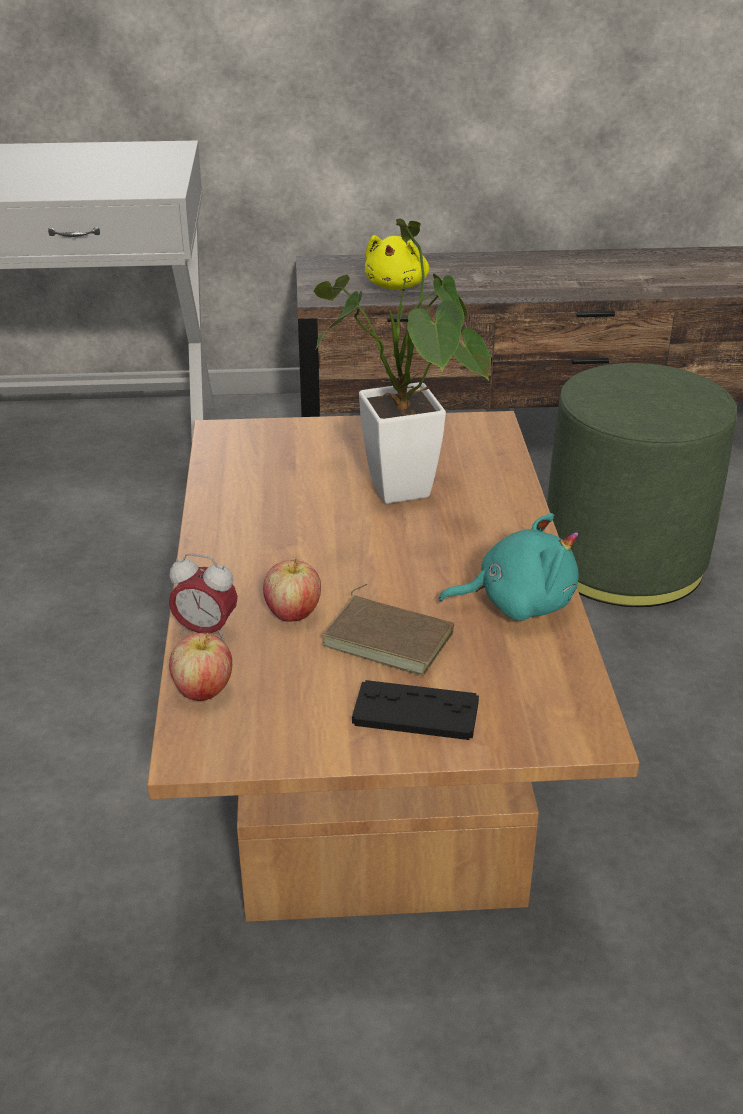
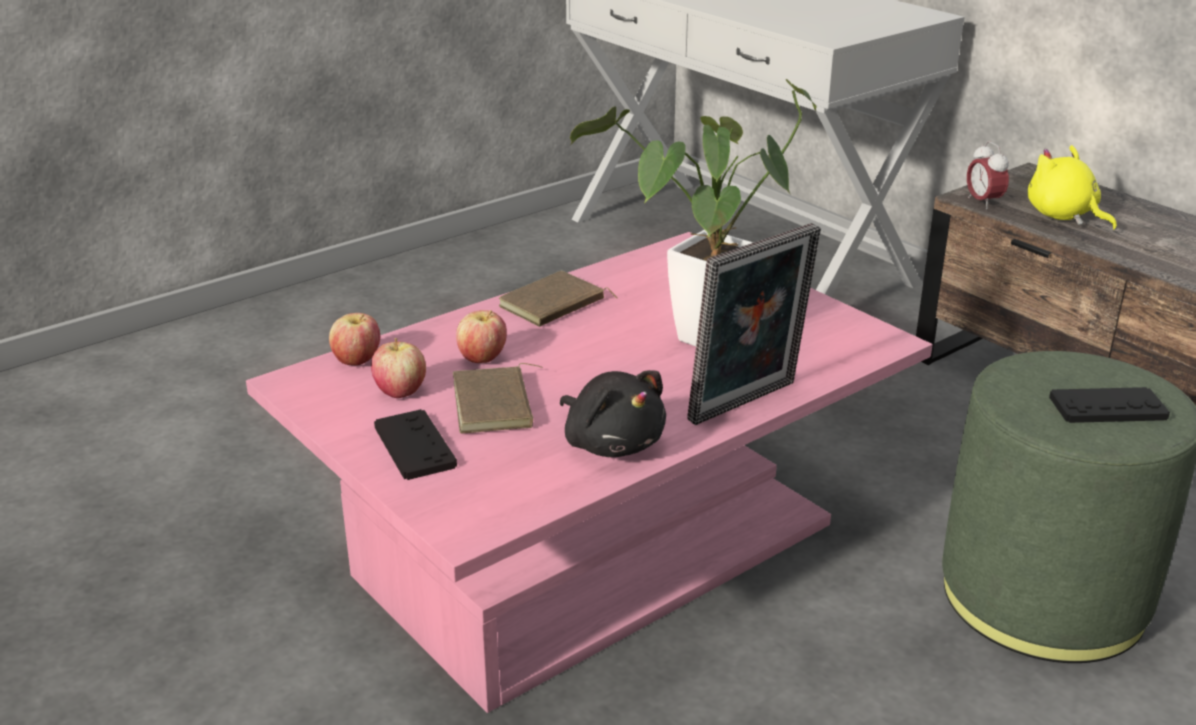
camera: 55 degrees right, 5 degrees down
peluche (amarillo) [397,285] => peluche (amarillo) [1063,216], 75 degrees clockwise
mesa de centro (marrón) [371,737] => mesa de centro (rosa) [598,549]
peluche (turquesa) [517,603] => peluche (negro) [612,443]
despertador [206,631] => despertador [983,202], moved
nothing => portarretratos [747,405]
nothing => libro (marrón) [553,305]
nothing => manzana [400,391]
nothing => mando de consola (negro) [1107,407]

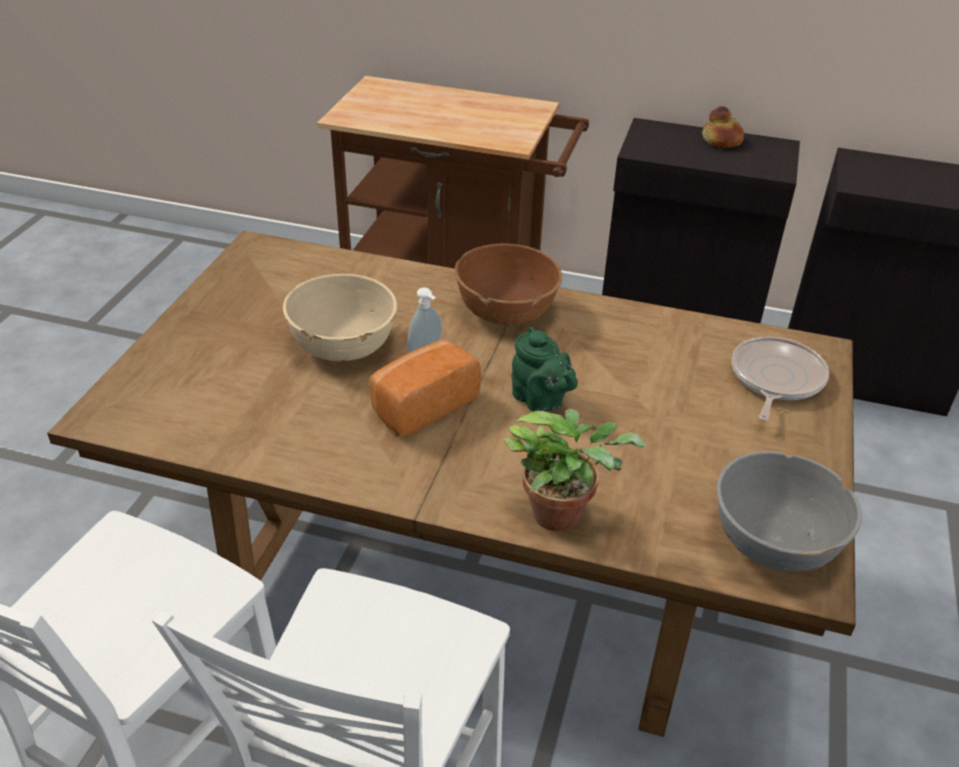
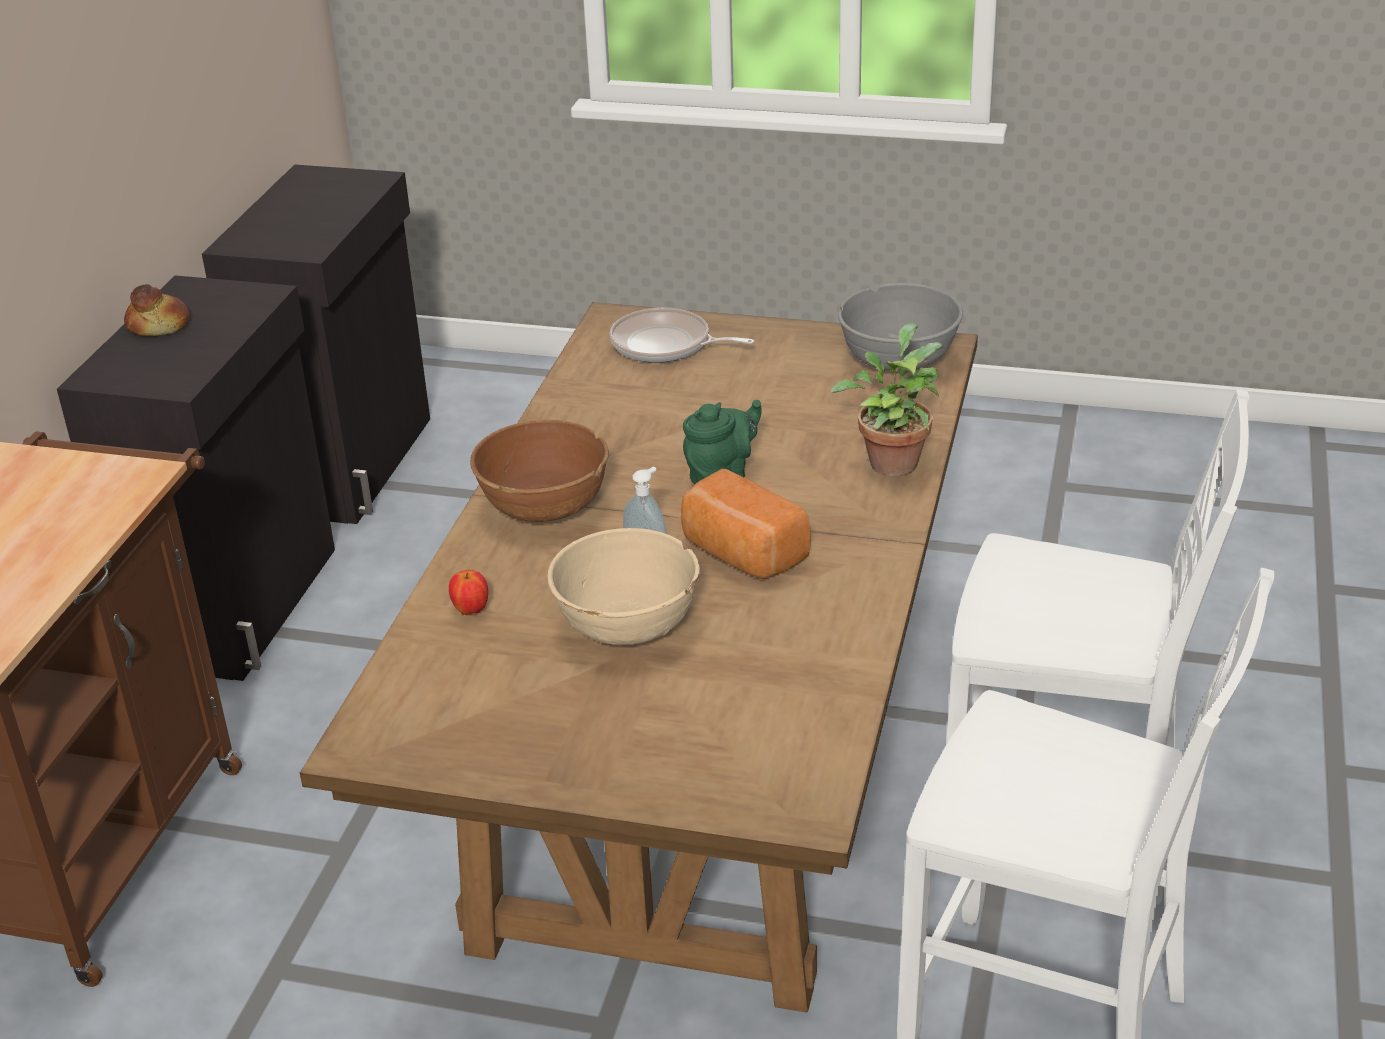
camera: 90 degrees left, 5 degrees down
nothing => manzana [471,610]

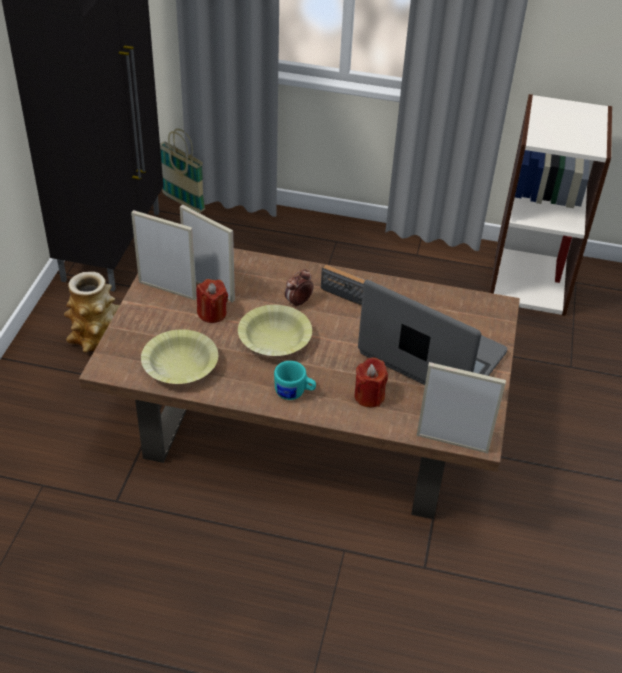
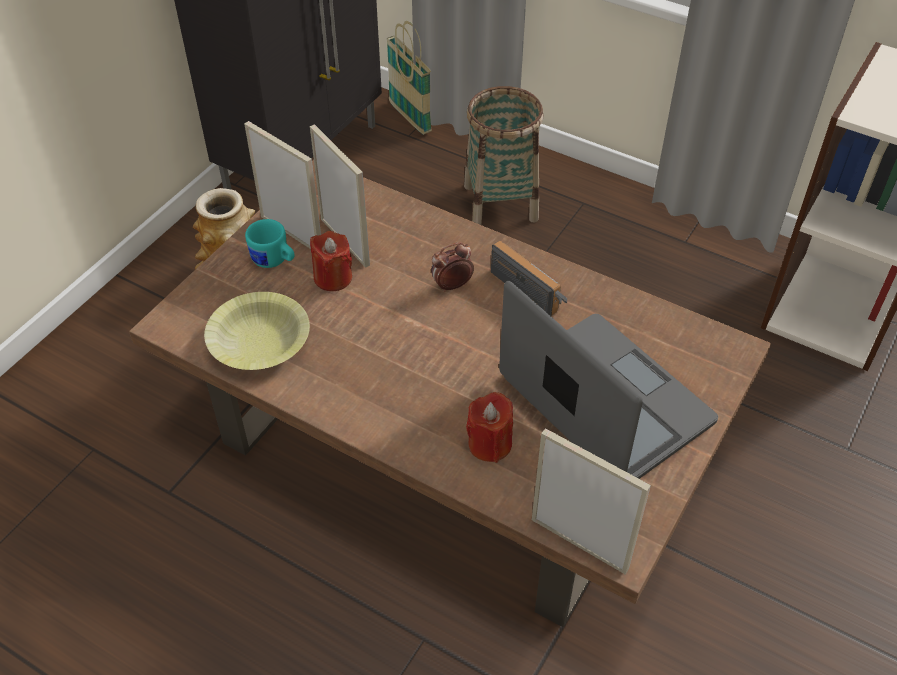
camera: 20 degrees right, 5 degrees up
cuenco (amarillo) [274,340] => nothing
taza grande (turquesa) [294,393] => taza grande (turquesa) [274,261], moved
nothing => cesta [500,202]

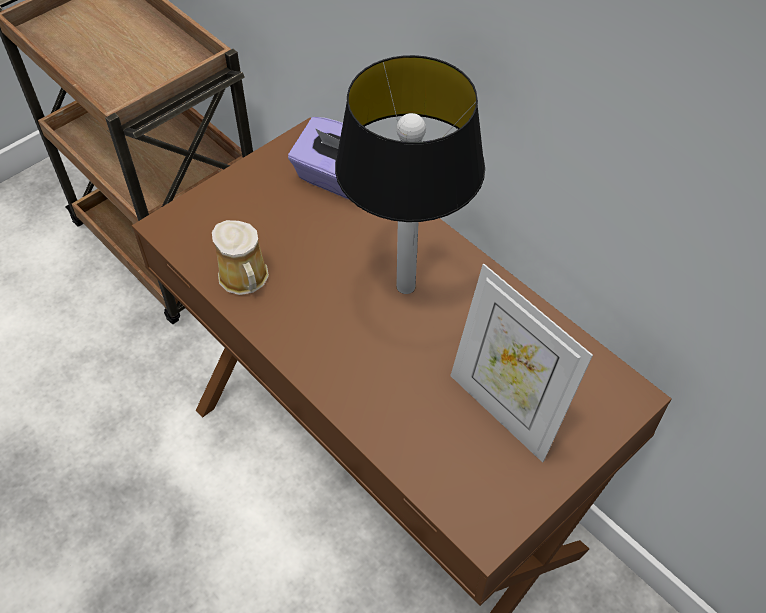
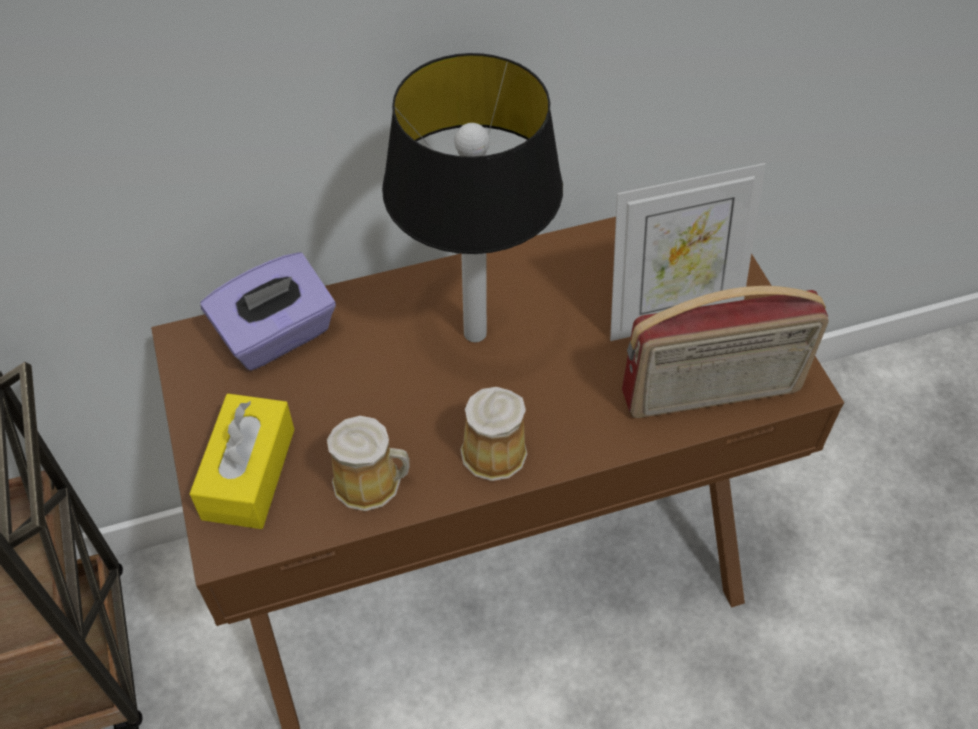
camera: 65 degrees left, 0 degrees up
nothing => radio [711,394]
nothing => taza grande [491,449]
nothing => caja de pañuelos (amarillo) [249,473]

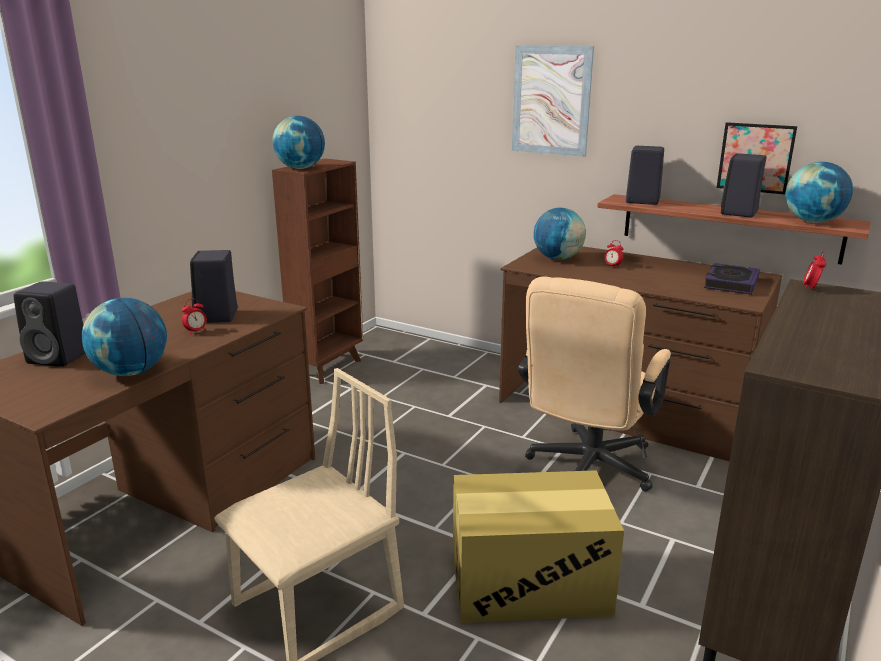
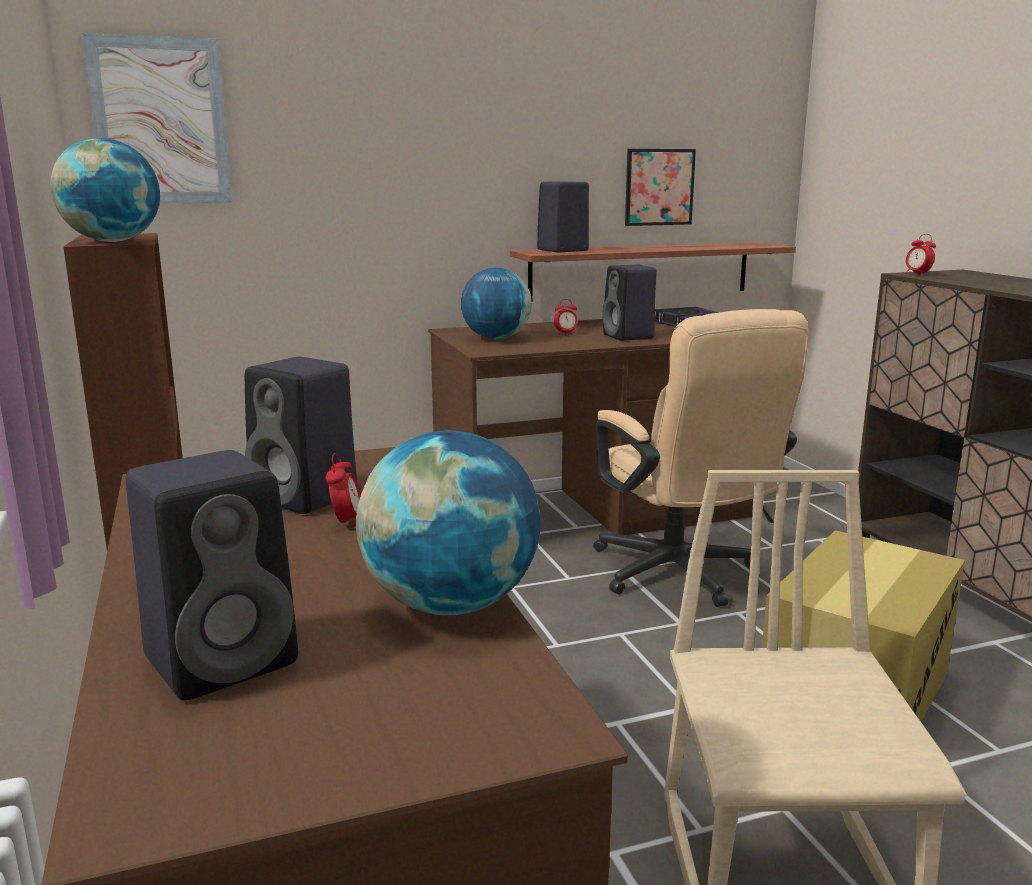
camera: 50 degrees left, 5 degrees down
cuadro [551,100] => cuadro [160,122], moved
altavoz (negro) [739,213] => altavoz (negro) [629,337], moved
globo terráqueo [813,222] => nothing

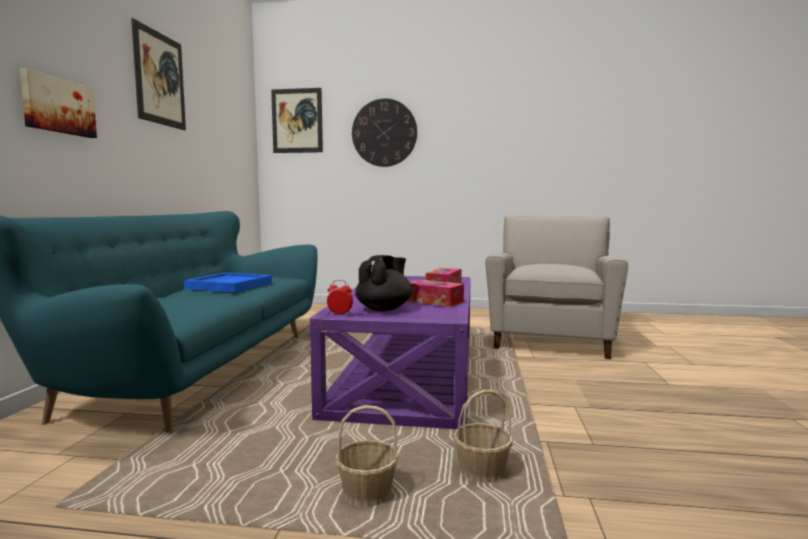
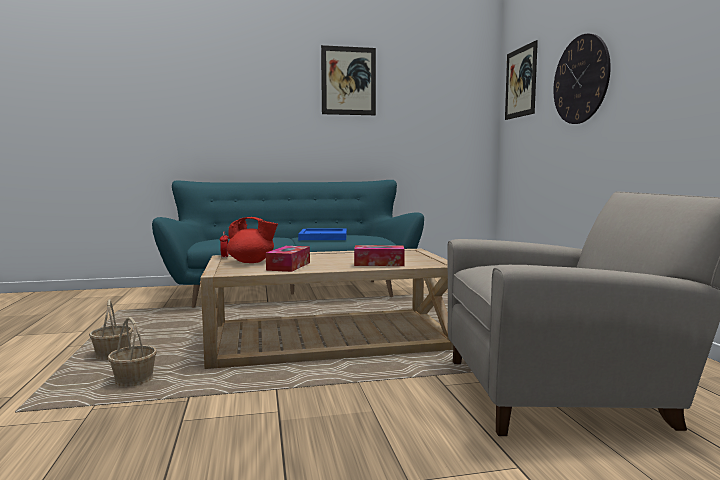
camera: 70 degrees right, 0 degrees up
cuadro [58,106] => nothing
tetera (negro) [384,309] => tetera (rojo) [252,262]
mesa de centro (morado) [406,373] => mesa de centro (beis) [329,338]

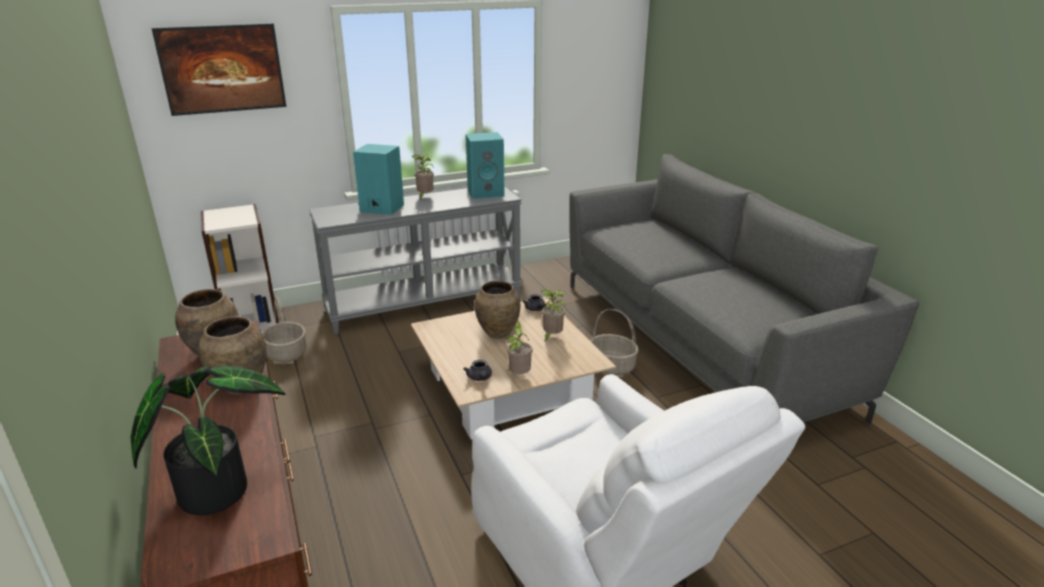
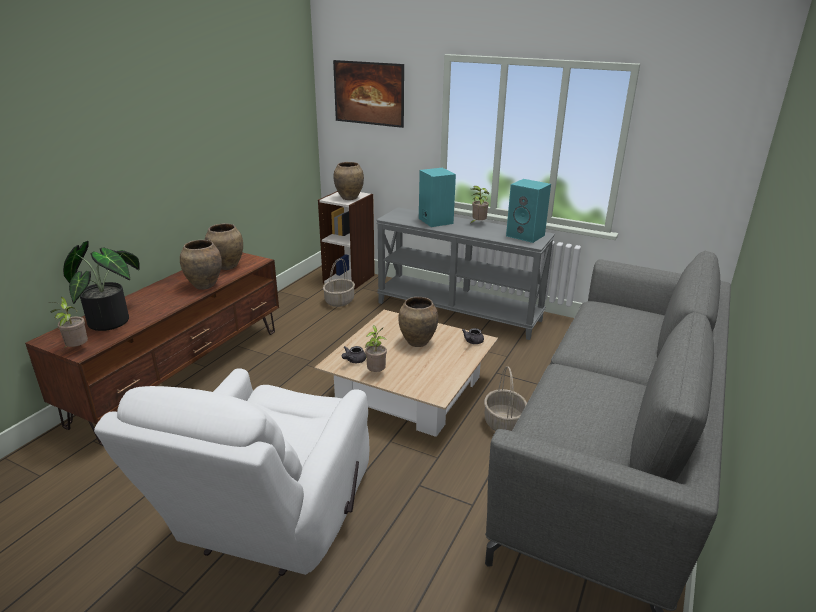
camera: 50 degrees right, 0 degrees up
planta en maceta [551,337] => planta en maceta [77,349], moved
nothing => florero (marrón) [349,198]

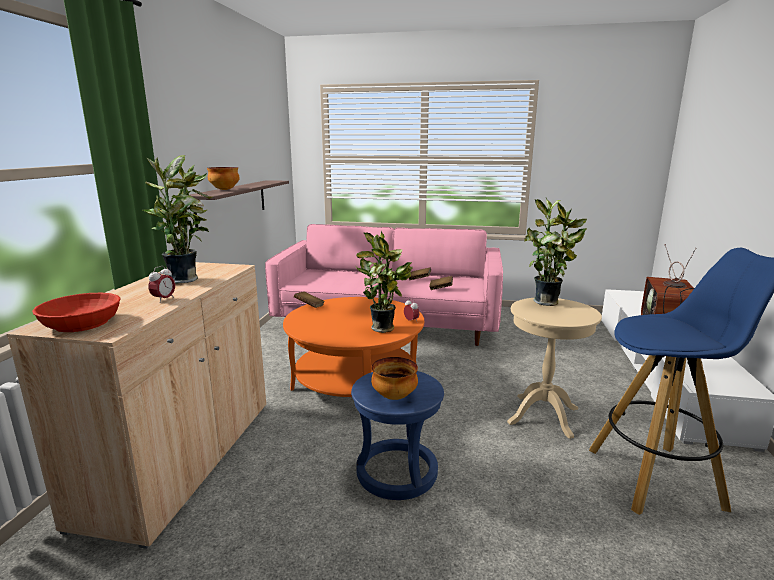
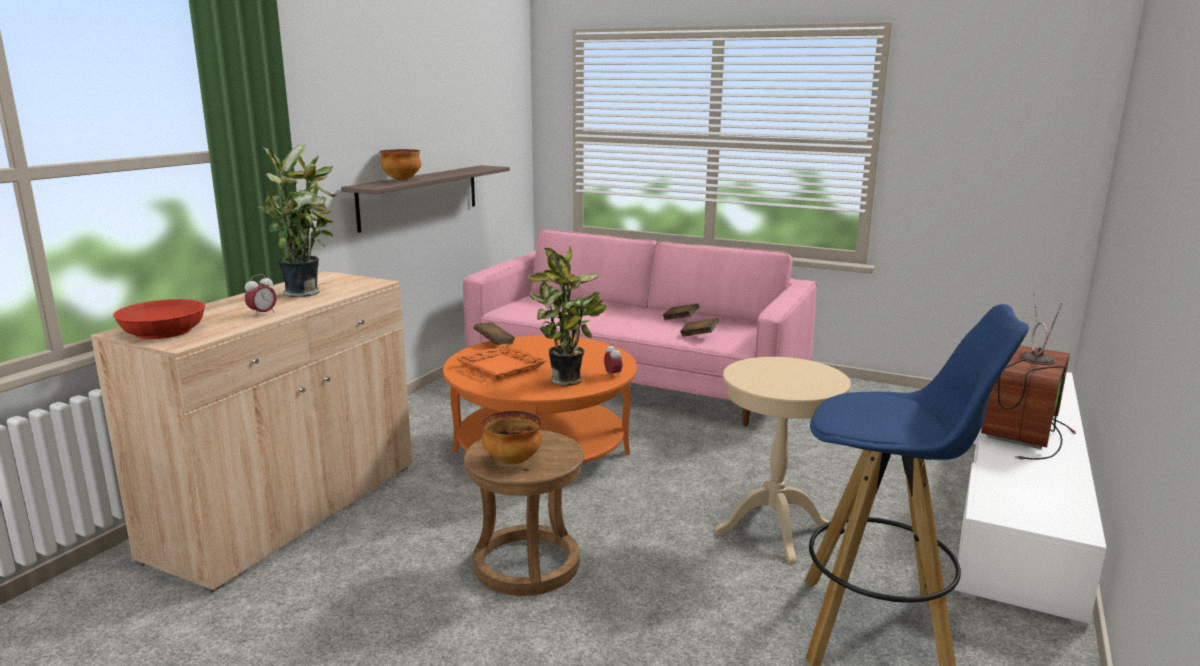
camera: 15 degrees right, 0 degrees up
planta en maceta [549,302] => nothing
taburete (azul) [396,472] => taburete (marrón) [526,564]
nothing => bandeja (naranja) [500,367]

